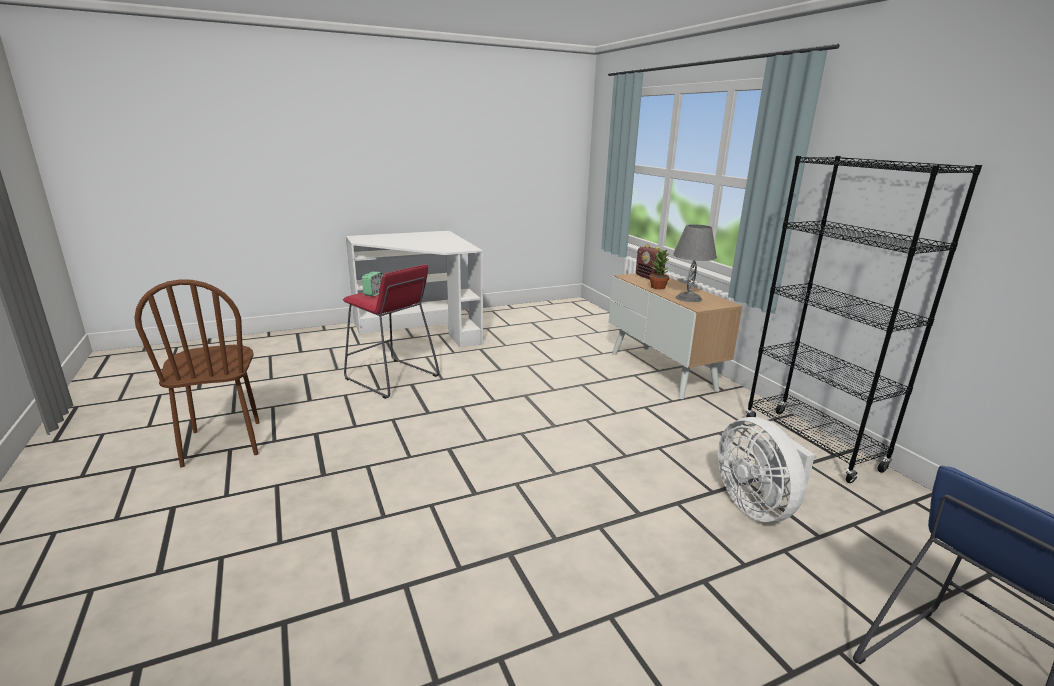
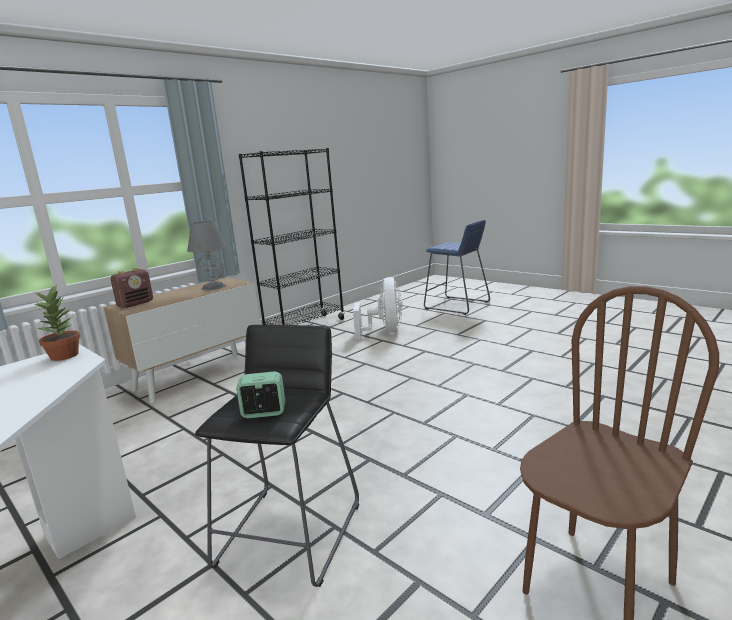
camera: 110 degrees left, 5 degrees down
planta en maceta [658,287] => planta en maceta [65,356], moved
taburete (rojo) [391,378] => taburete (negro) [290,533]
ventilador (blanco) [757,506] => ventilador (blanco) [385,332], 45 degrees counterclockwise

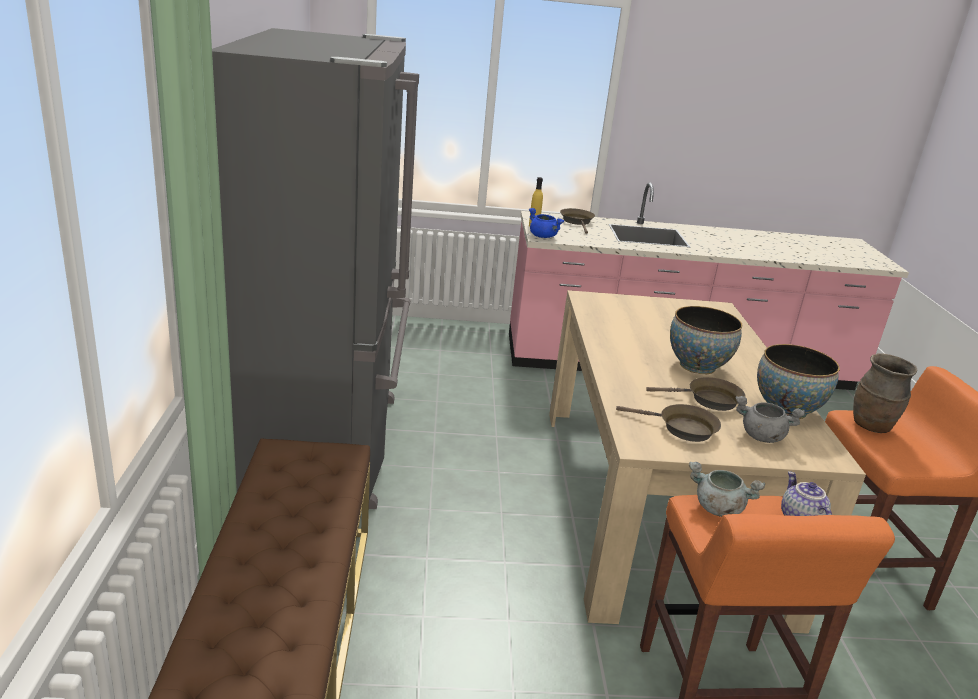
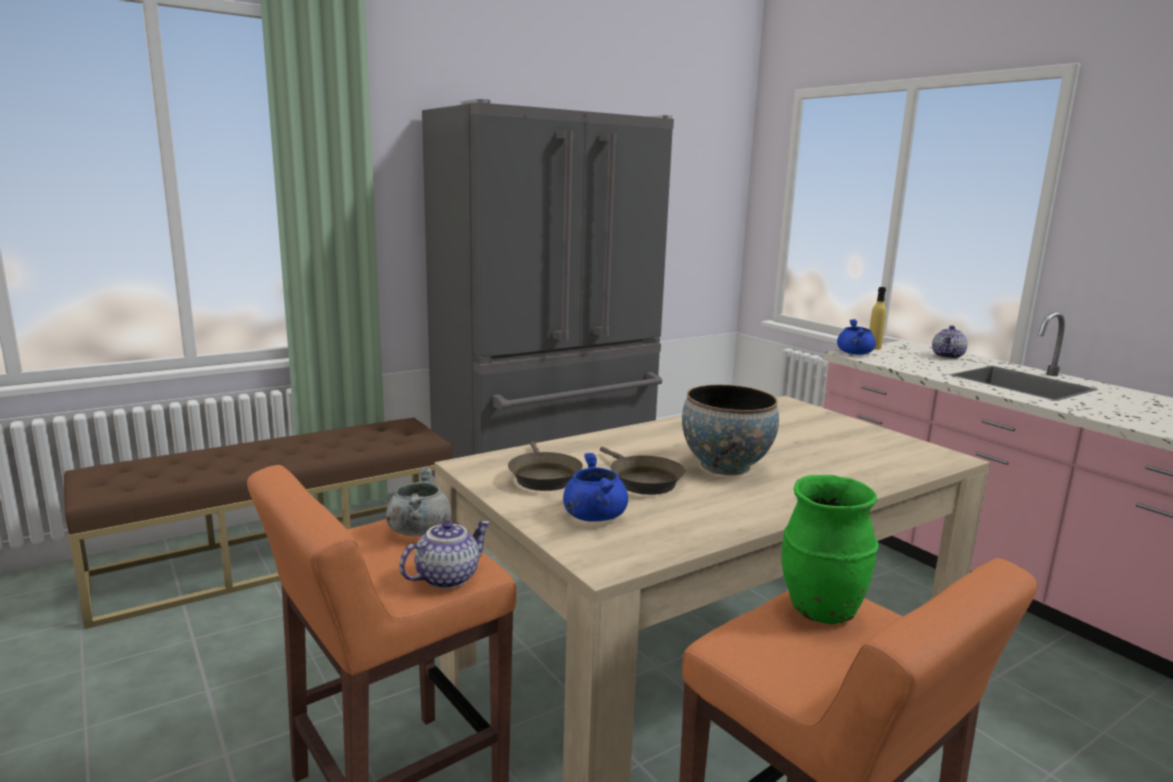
camera: 60 degrees right, 10 degrees down
sartén (marrón) [577,222] => tetera [948,356]
cuenco [786,409] => nothing
florero (marrón) [871,426] => florero (verde) [821,611]
olla (gris) [761,436] => olla (azul) [593,516]

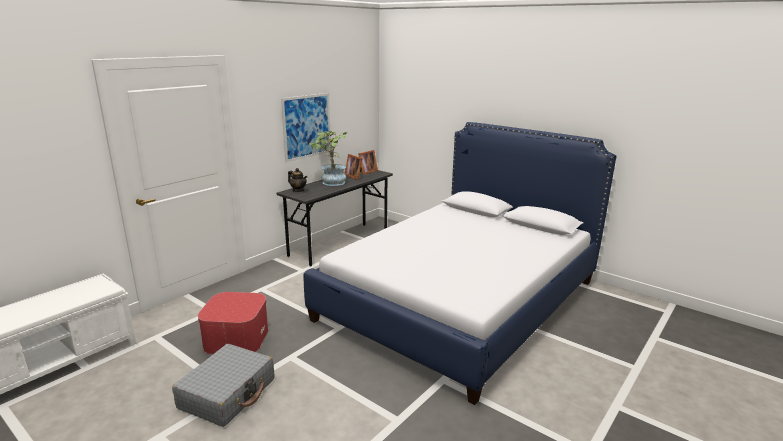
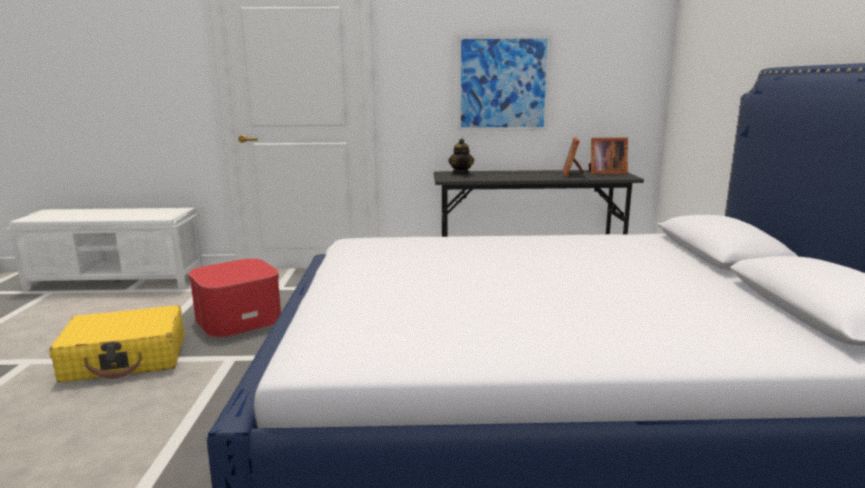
camera: 50 degrees right, 5 degrees down
planta en maceta [331,183] => nothing
maleta (gris) [228,393] => maleta (amarillo) [126,358]

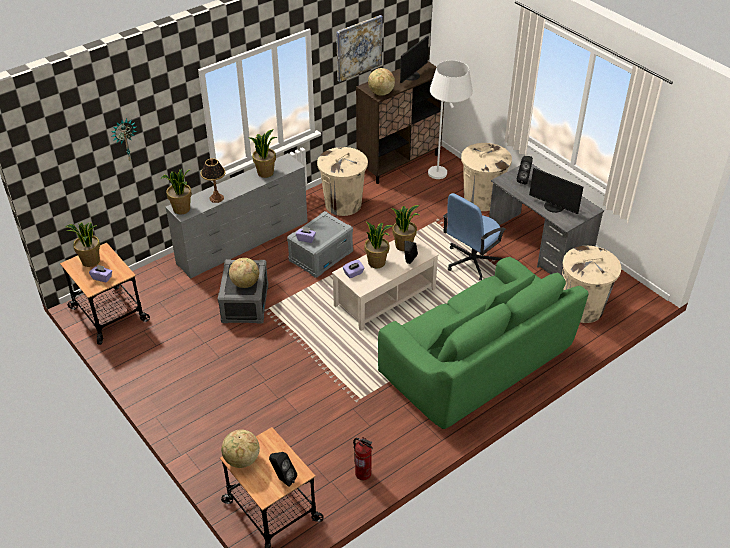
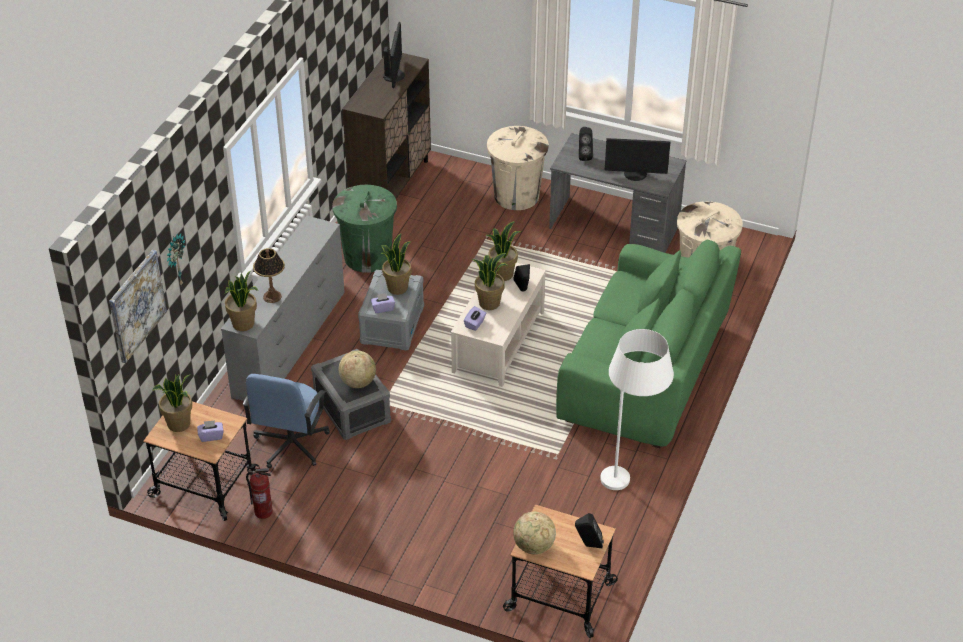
camera: 30 degrees left, 0 degrees up
cuadro [358,48] => cuadro [136,305], moved
lámpara de pie (blanco) [444,178] => lámpara de pie (blanco) [631,483], moved
globo terráqueo [381,93] => nothing
planta en maceta [265,172] => planta en maceta [397,287], moved
papelera (beis) [343,204] => papelera (verde) [368,257]
silla de oficina (azul) [471,261] => silla de oficina (azul) [290,445], moved
extintor [363,473] => extintor [263,512], moved

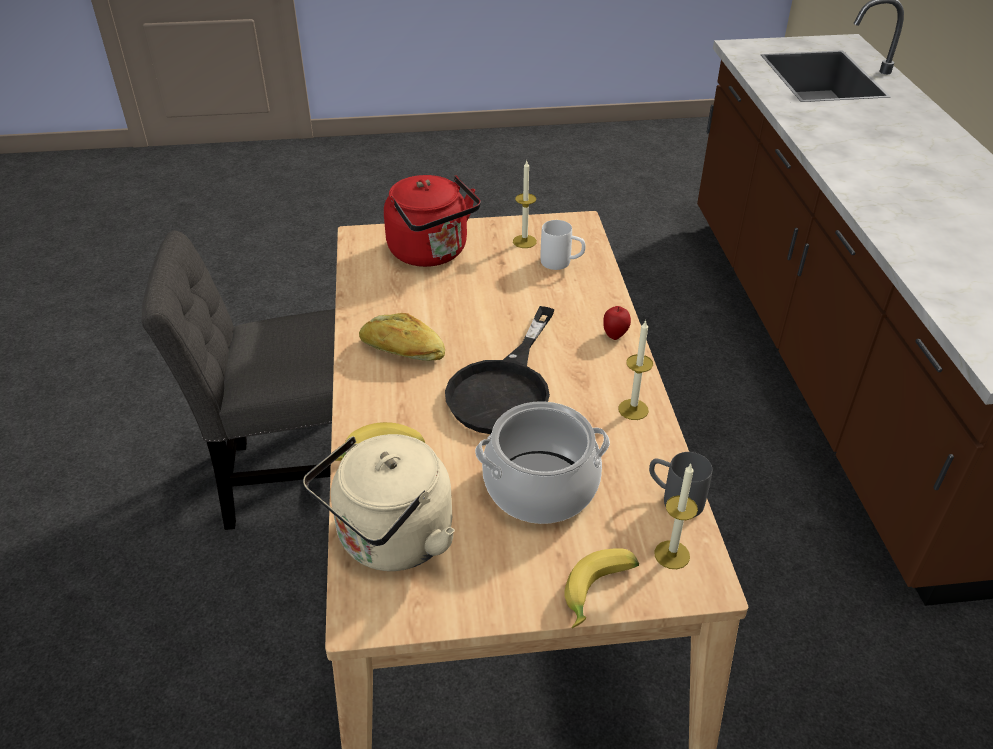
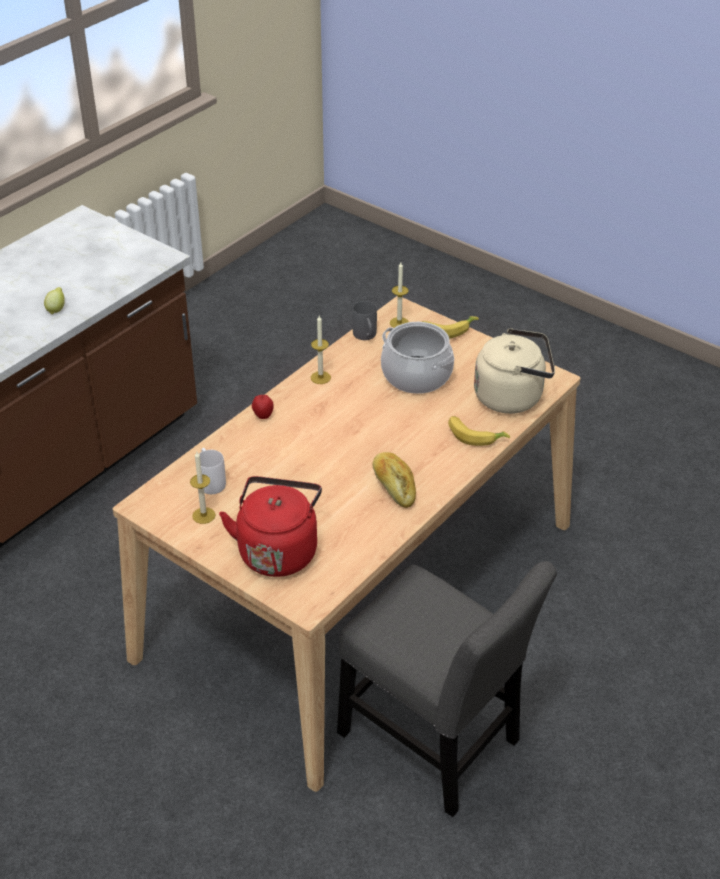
camera: 135 degrees left, 0 degrees up
sartén (negro) [505,388] => nothing
nothing => limón [56,309]

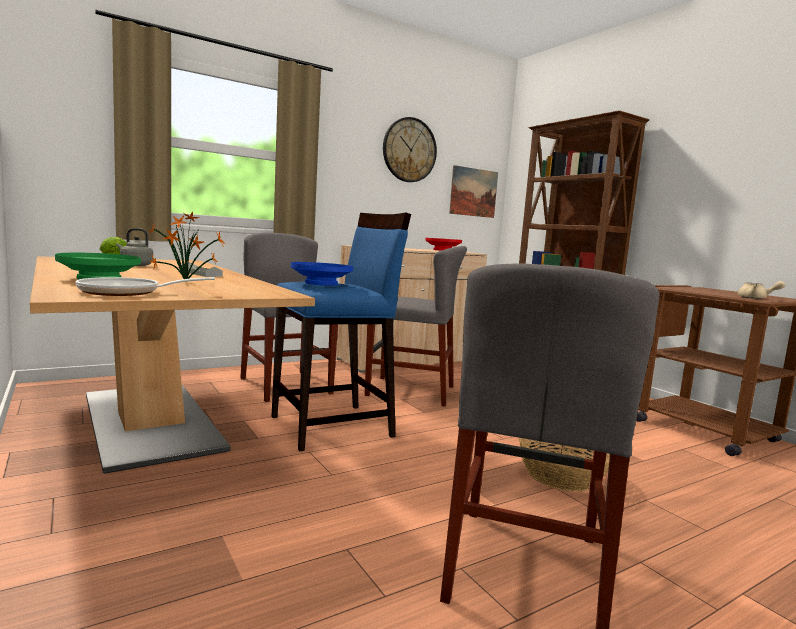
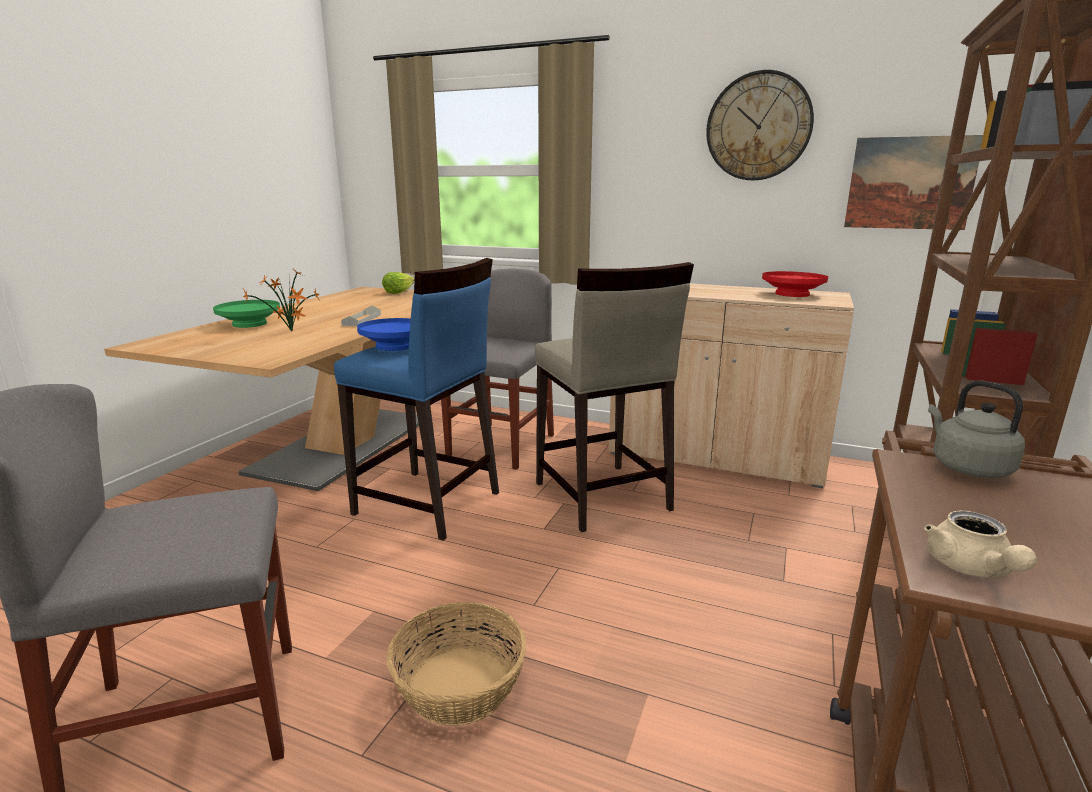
camera: 55 degrees right, 10 degrees up
hervidor (gris) [135,265] => hervidor (gris) [967,467], moved
silla (gris) [410,391] => taburete (beis) [601,497]
sartén [127,292] => nothing

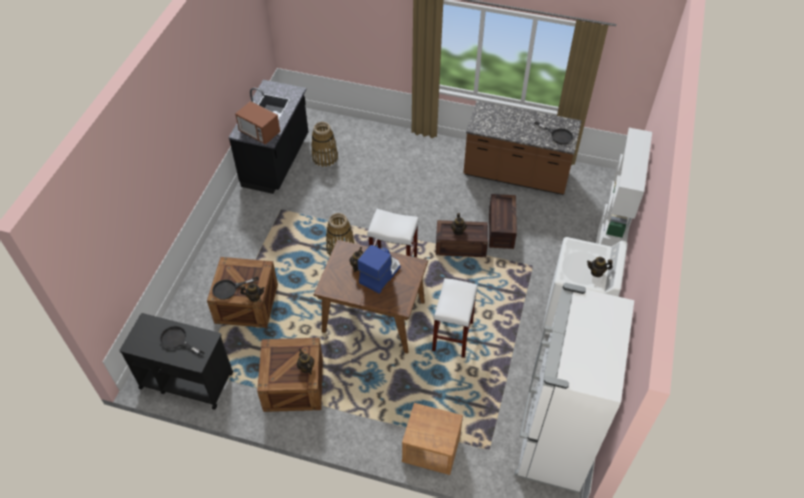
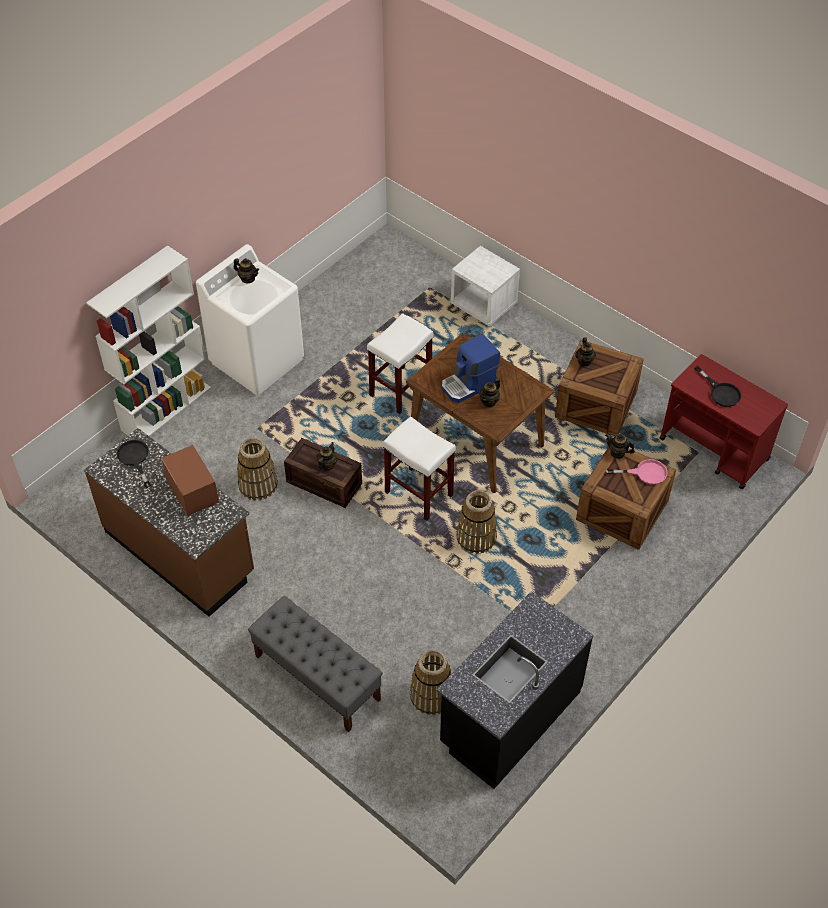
camera: 155 degrees left, 0 degrees up
microondas [259,133] => microondas [193,492], moved
caja de embalaje [502,229] => cesta [258,485]
sartén (negro) [229,289] => sartén (rosa) [645,473]
nevera (blanco) [552,440] => nothing
carrito (negro) [186,380] => carrito (rojo) [714,450]
mesita de noche (marrón) [430,450] => mesita de noche (blanco) [484,305]
nothing => banco (gris) [317,677]

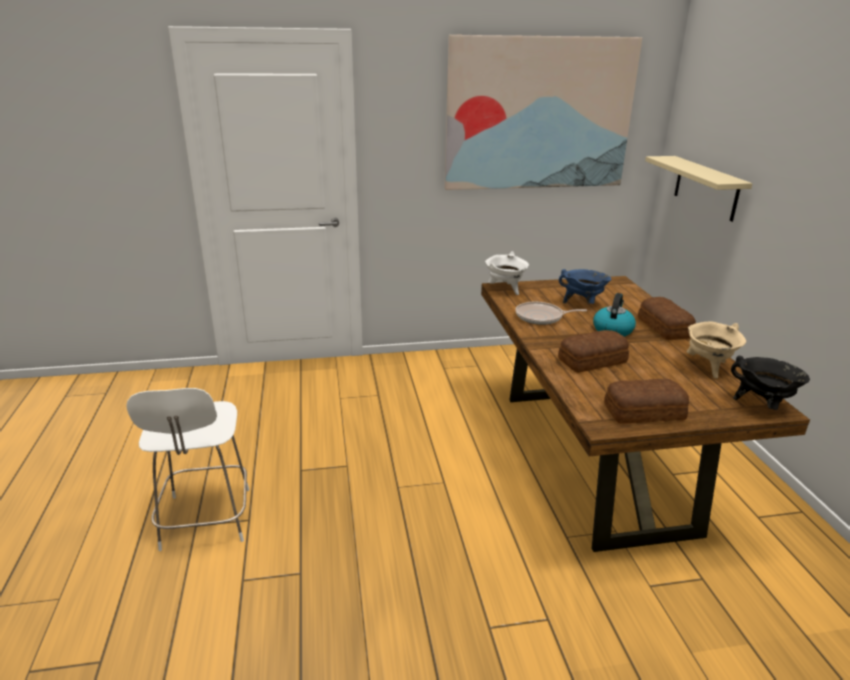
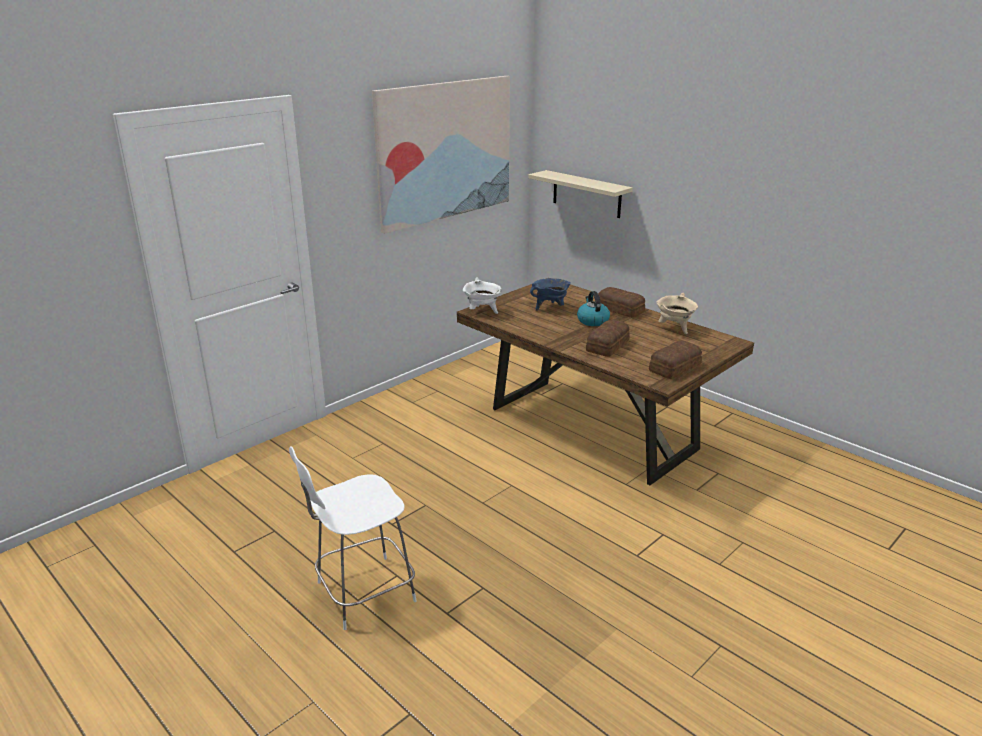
camera: 35 degrees left, 0 degrees up
sartén [541,317] => nothing
olla (negro) [762,406] => nothing
silla (blanco) [206,521] => silla (blanco) [362,593], 105 degrees clockwise

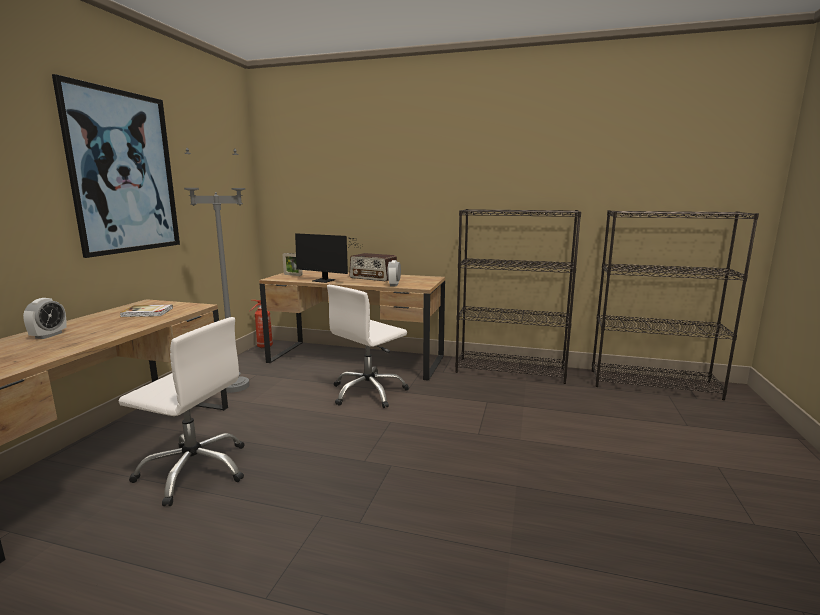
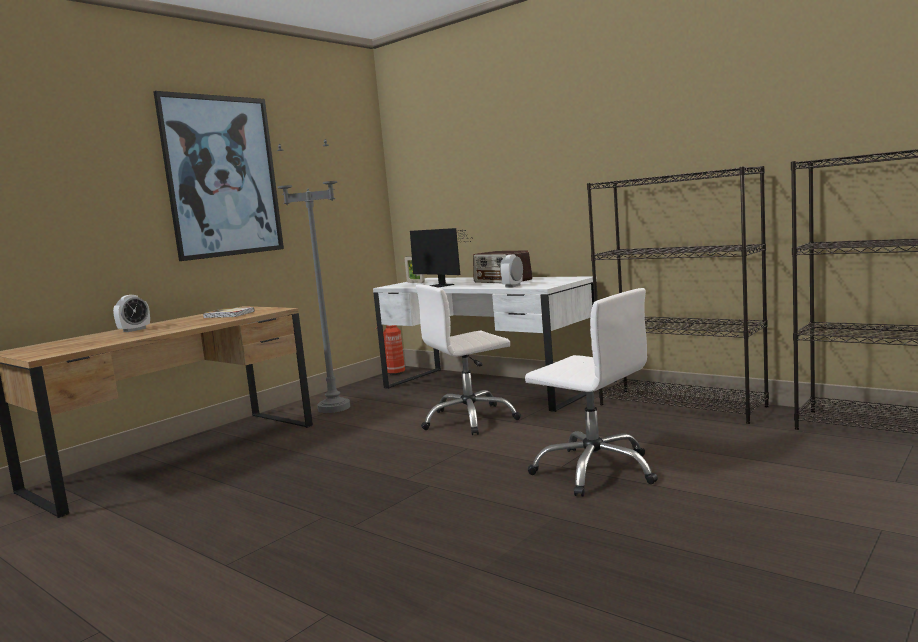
camera: 25 degrees right, 5 degrees down
escritorio (marrón) [356,359] => escritorio (blanco) [487,388]
silla de oficina (blanco) [195,470] => silla de oficina (blanco) [595,470], moved

